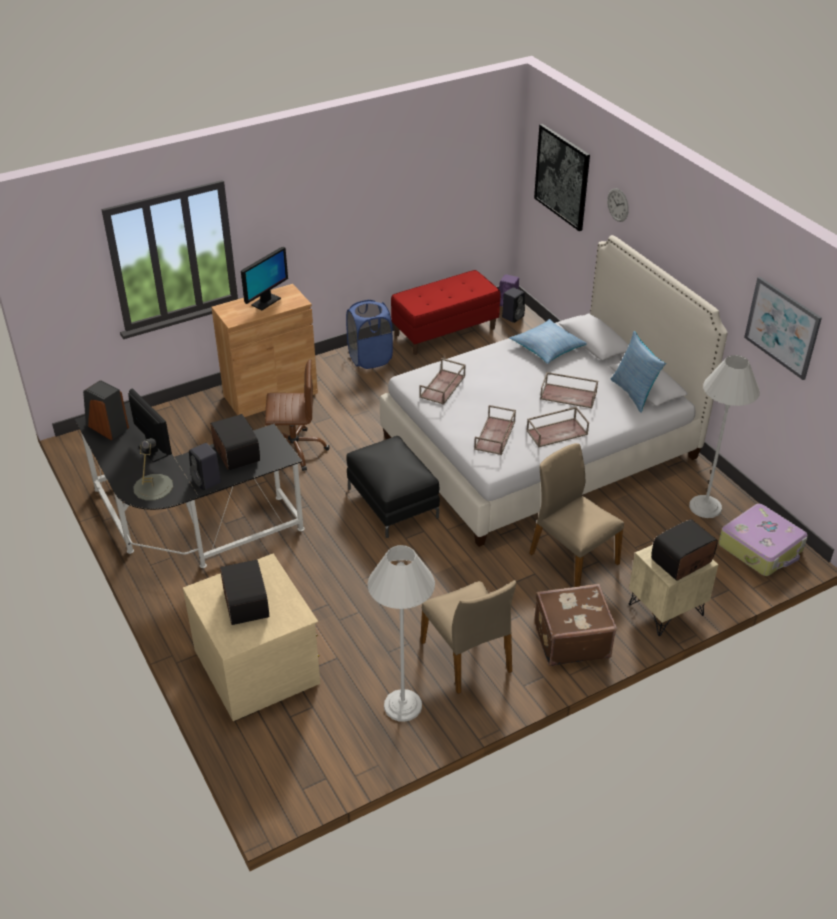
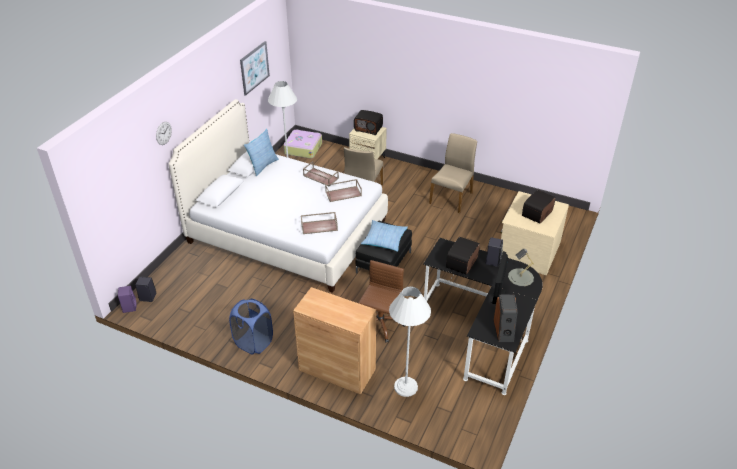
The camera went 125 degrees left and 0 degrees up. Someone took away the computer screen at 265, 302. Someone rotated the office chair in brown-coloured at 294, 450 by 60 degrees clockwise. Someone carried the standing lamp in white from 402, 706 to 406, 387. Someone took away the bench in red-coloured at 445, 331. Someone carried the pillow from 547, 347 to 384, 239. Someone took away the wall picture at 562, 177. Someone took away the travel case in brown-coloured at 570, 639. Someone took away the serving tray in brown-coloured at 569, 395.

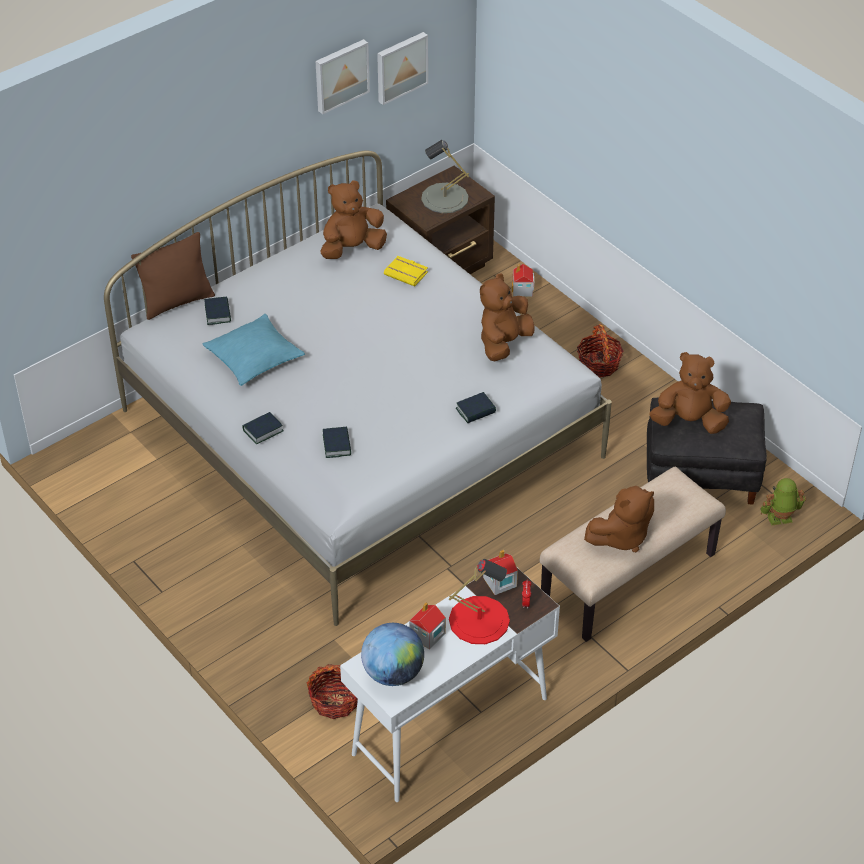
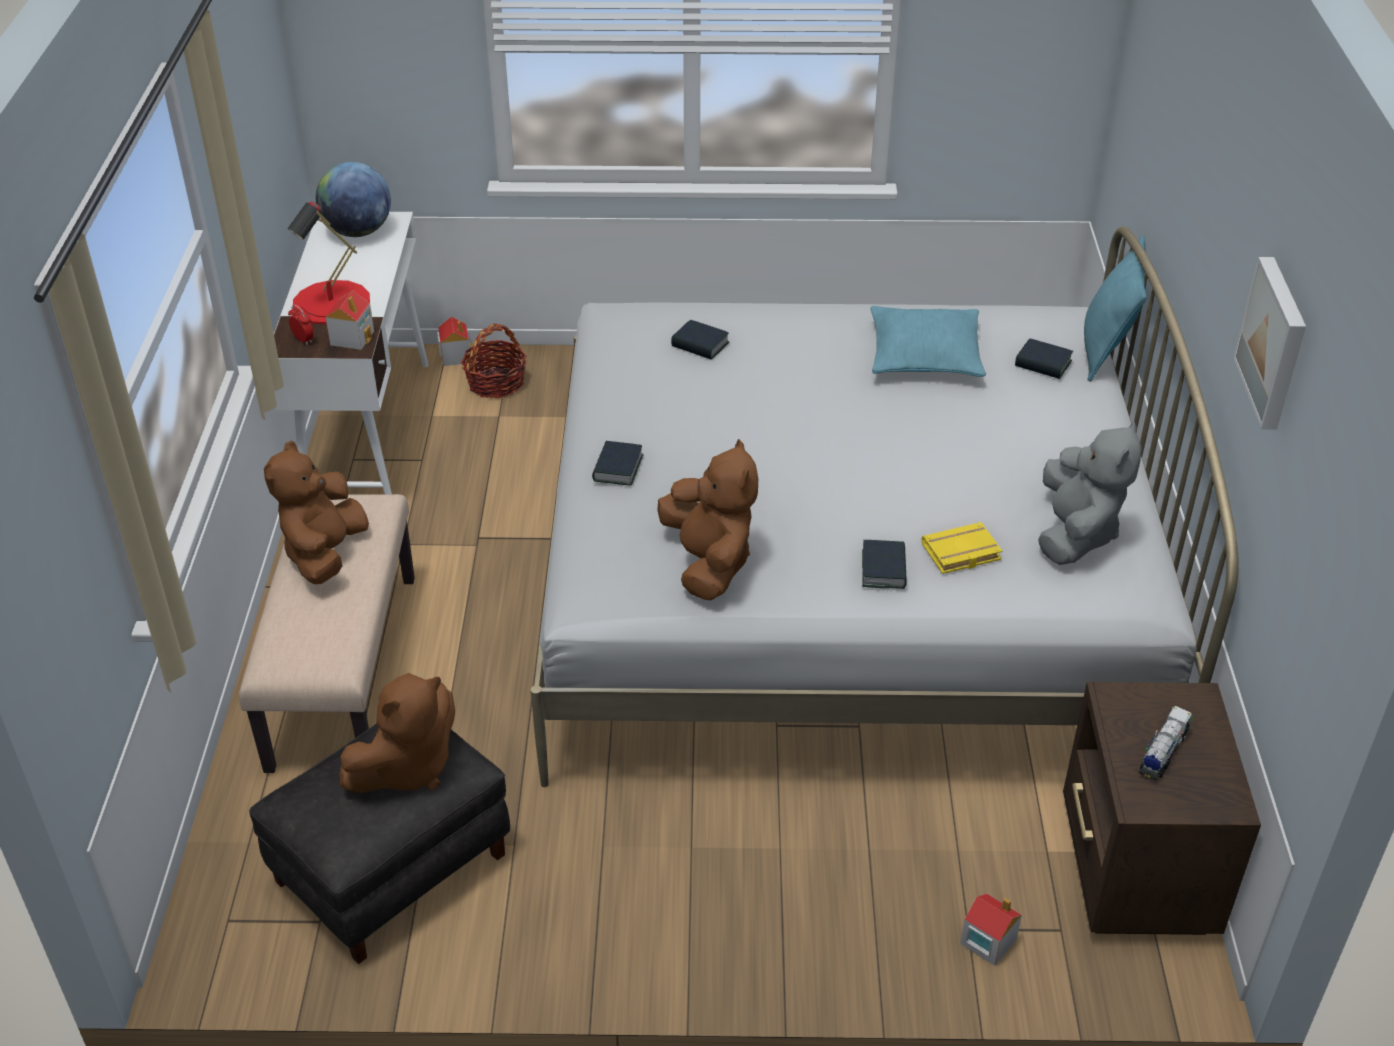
The camera went 130 degrees right and 5 degrees down. Someone repainted the pillow in brown-coloured at 177, 302, which became the pillow in turquoise-coloured at 1105, 351. Someone carried the book from 263, 430 to 884, 569. Someone repainted the soft toy in brown-coloured at 352, 248, which became the soft toy in greyish at 1076, 533. Someone took away the wall picture at 400, 66. Someone carried the miniature house from 427, 635 to 456, 356. Someone swapped the table lamp in greyish at 444, 198 for the toy truck at 1162, 753. Someone took away the storage basket at 599, 364. Someone took away the model robot at 780, 519.

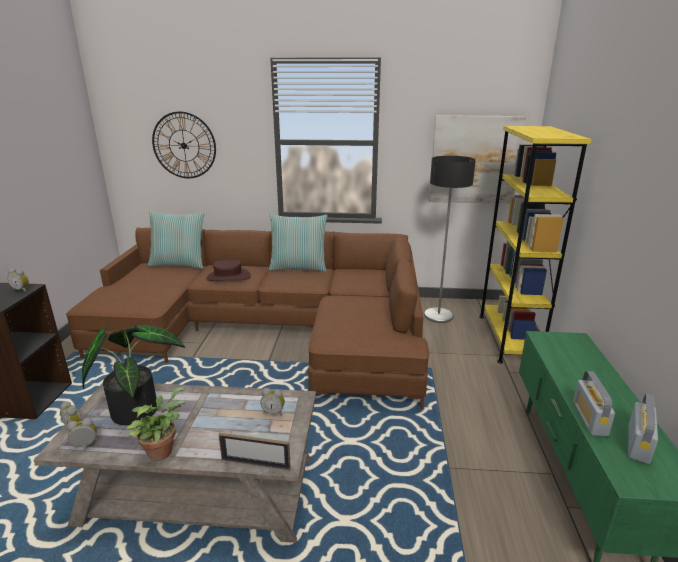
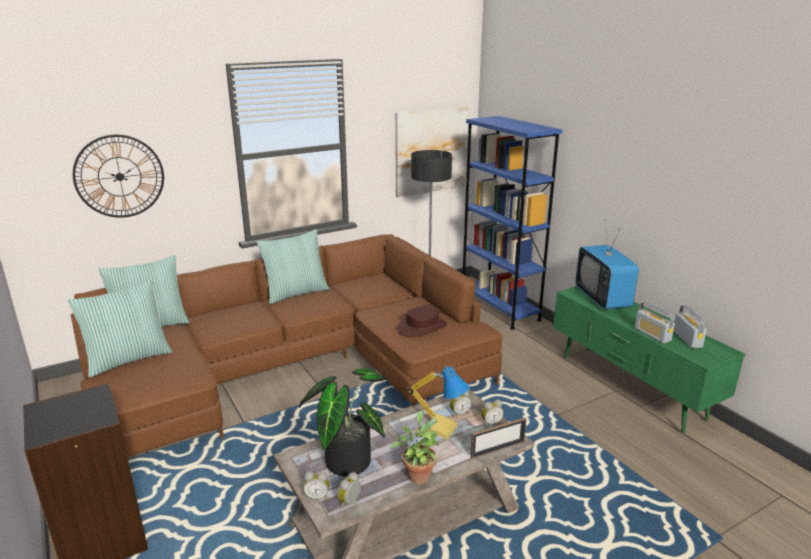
The camera went 35 degrees left and 0 degrees up. Someone carried the bedside clock from 22, 290 to 490, 423. Someone carried the hat in brown-coloured from 228, 277 to 422, 327. Someone repainted the bookcase in yellow-coloured at 508, 338, which became the bookcase in blue at 499, 308. Someone put down the pillow at 128, 359. Someone put down the table lamp at 442, 428. Someone put down the TV set at 602, 299.

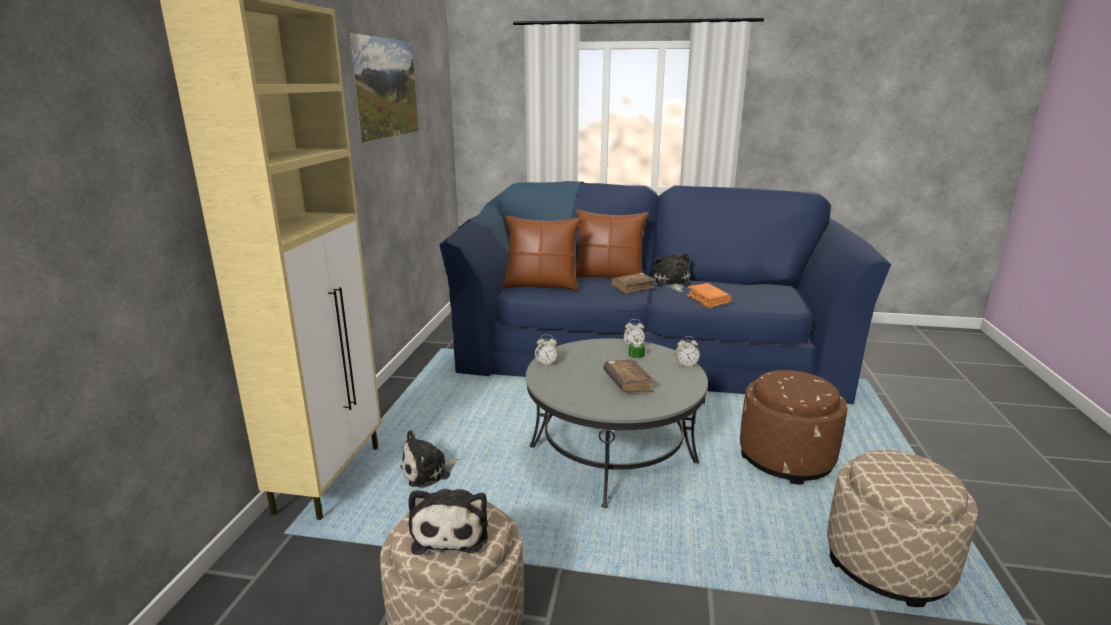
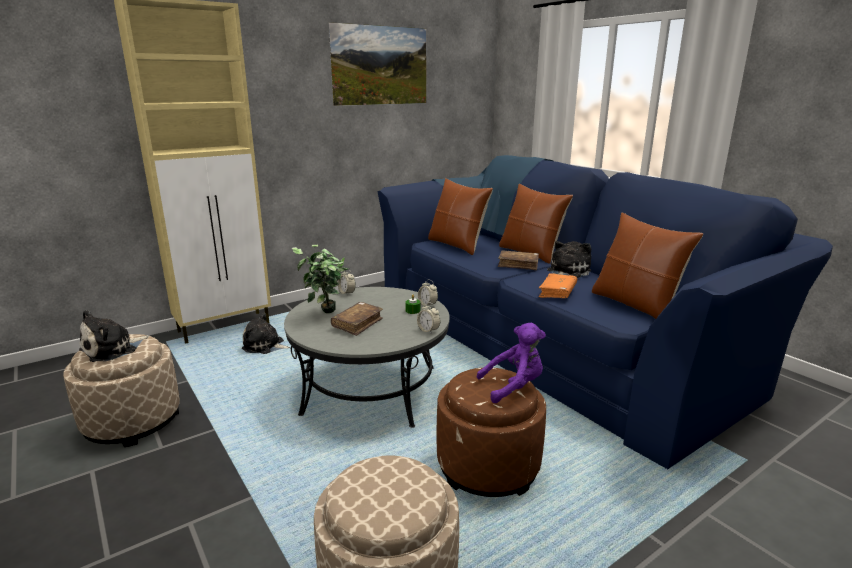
The camera went 45 degrees right and 0 degrees up. Someone put down the plant in a pot at 325, 315. Someone put down the soft toy in purplish at 514, 387. Someone put down the pillow in brown-coloured at 635, 305.

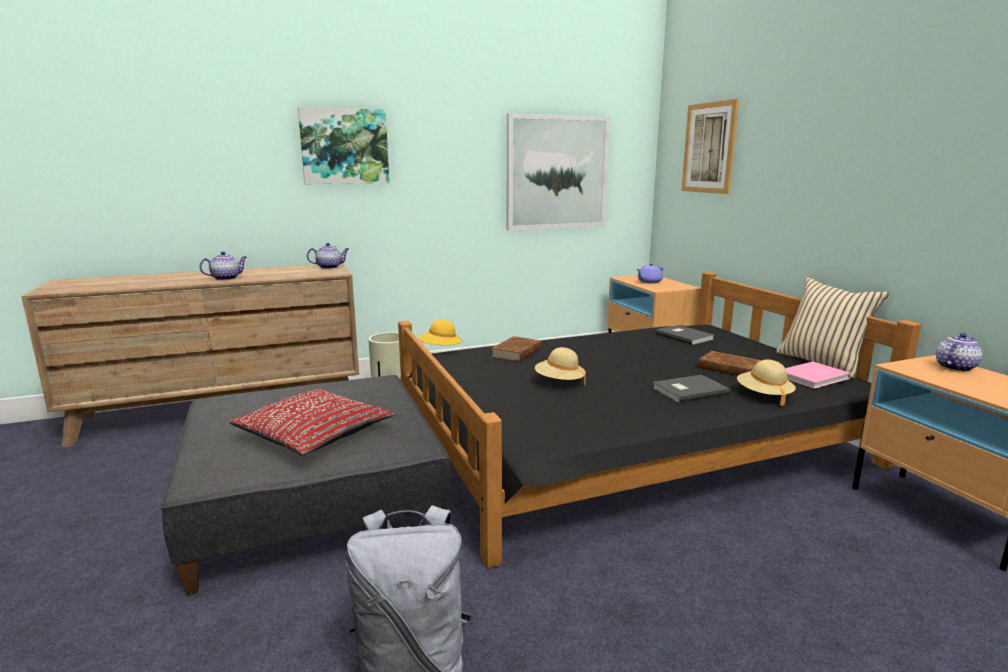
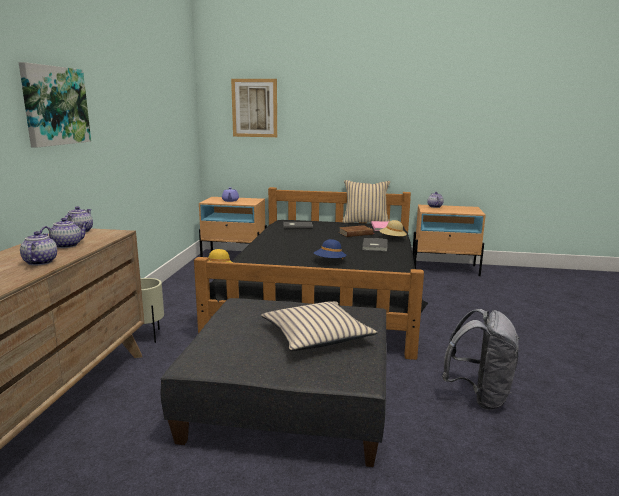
The camera went 60 degrees left and 0 degrees up. Someone repainted the pillow in red-coloured at 314, 434, which became the pillow in sand-coloured at 316, 335. Someone took away the book in brown-coloured at 517, 352. Someone took away the wall picture at 557, 173. Someone repainted the hat in sand-coloured at 559, 382, which became the hat in blue at 330, 262. Someone put down the pot for tea at 67, 245.

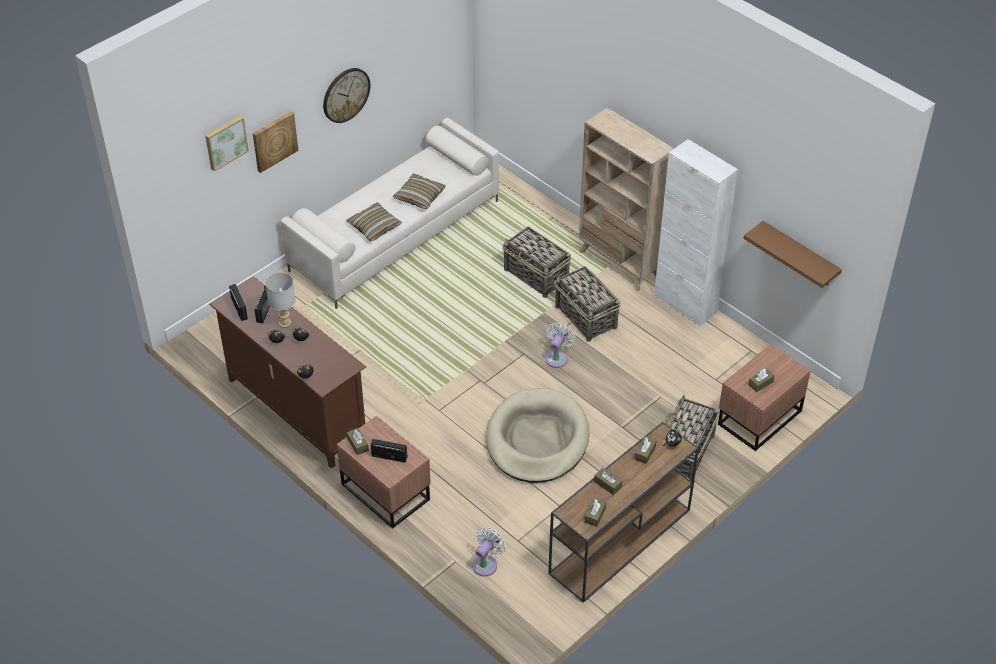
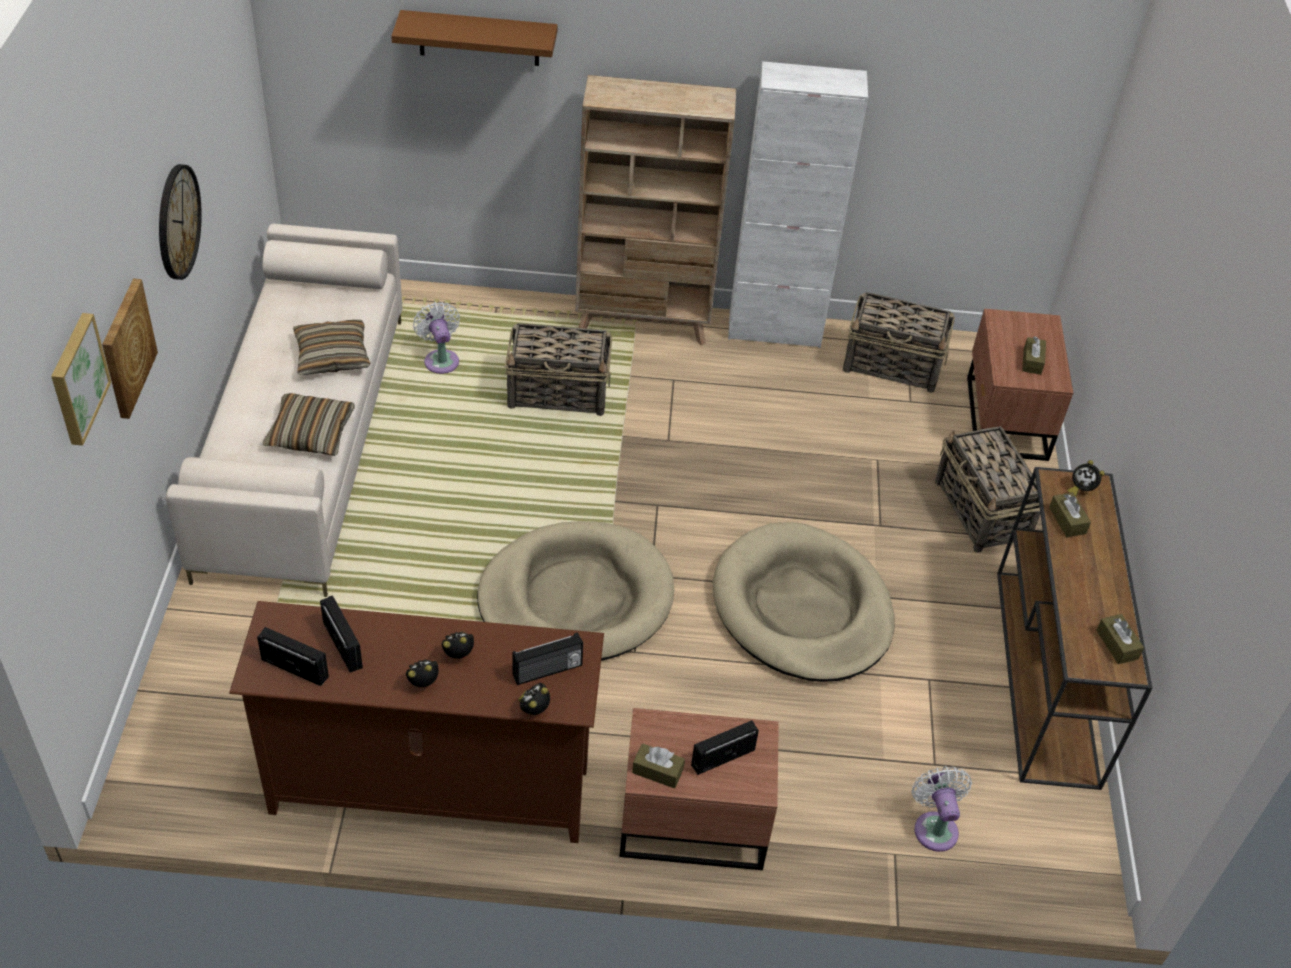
The camera went 45 degrees left and 0 degrees up. Someone took away the table lamp in greyish at 285, 323. Someone carried the electric fan in white from 557, 357 to 440, 359. Someone carried the storage basket from 586, 317 to 893, 365. Someone took away the tissue box in brown-coloured at 607, 484. Someone carried the bracket shelf in brown-coloured from 799, 255 to 479, 38. Someone put down the pet bed in sand-coloured at 575, 598. Someone put down the radio at 547, 671.

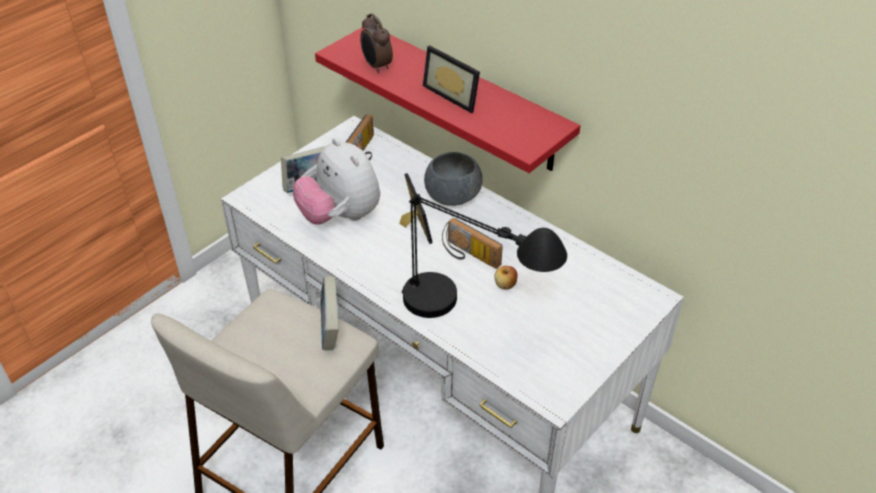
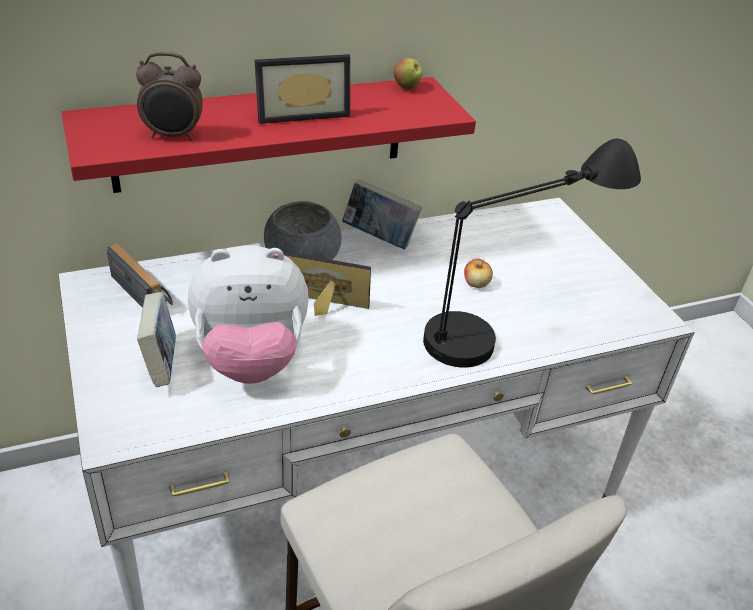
The camera went 65 degrees left and 5 degrees down. Someone carried the book from 330, 330 to 379, 238. Someone took away the radio at 468, 255. Someone put down the whole apple at 406, 87.

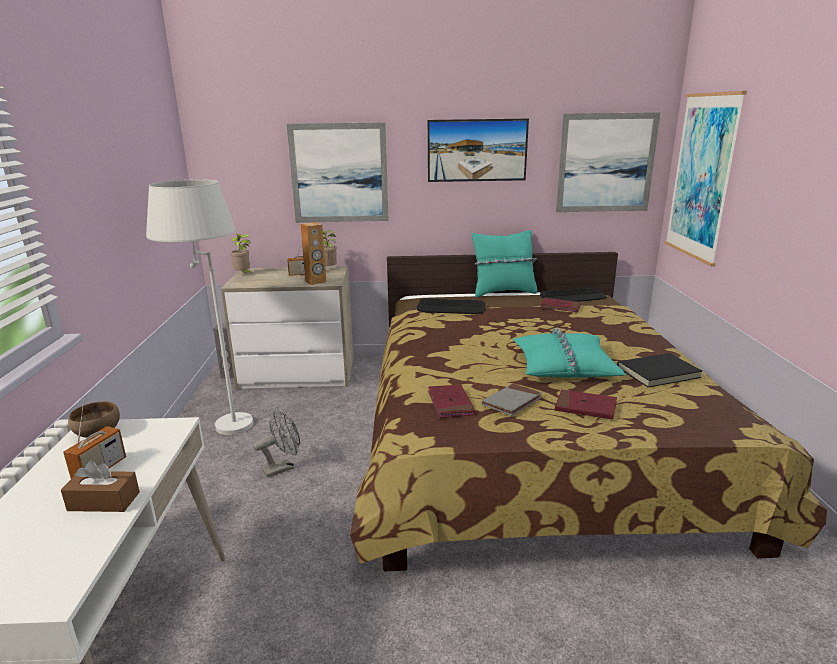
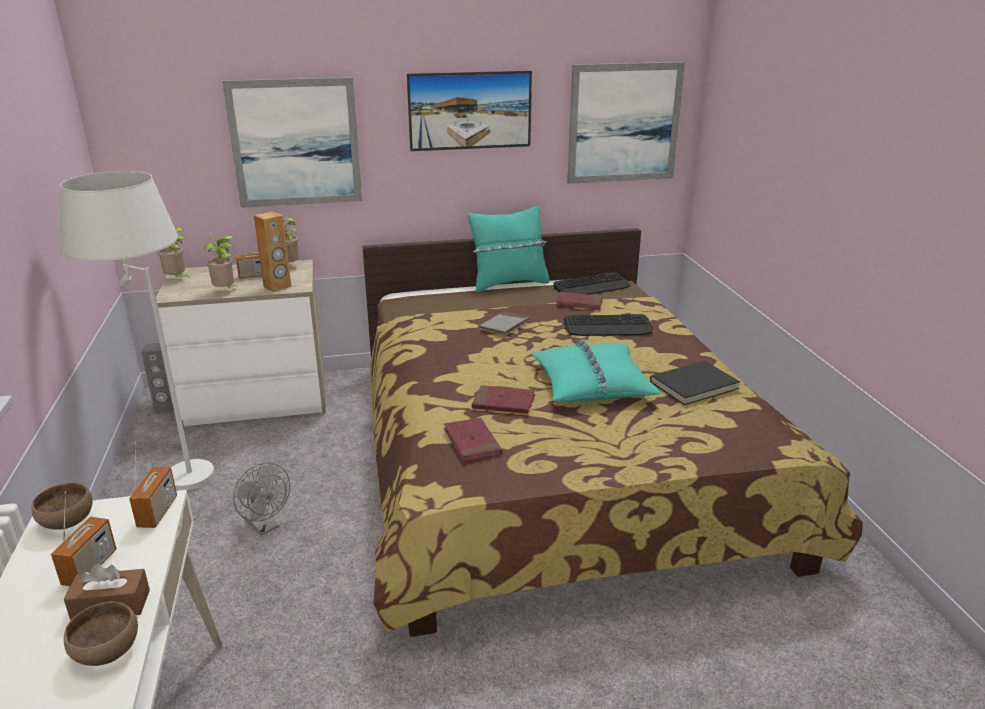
The camera went 10 degrees left and 5 degrees up. Someone rotated the electric fan in greyish at 282, 467 by 90 degrees clockwise. Someone carried the keyboard from 451, 308 to 608, 327. Someone carried the book in greyish from 512, 402 to 504, 326. Someone carried the book in red-coloured from 585, 407 to 503, 403. Someone took away the wall picture at 702, 177. Someone put down the deep dish in brown-coloured at 105, 651. Someone put down the radio at 157, 512. Someone put down the plant in a pot at 226, 291.

